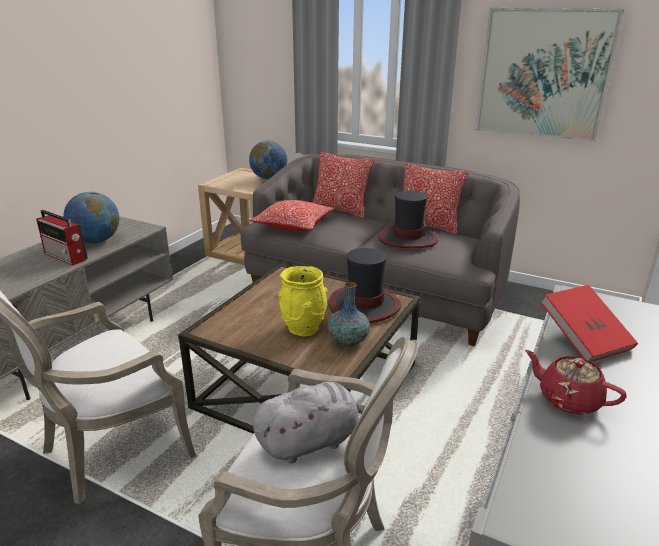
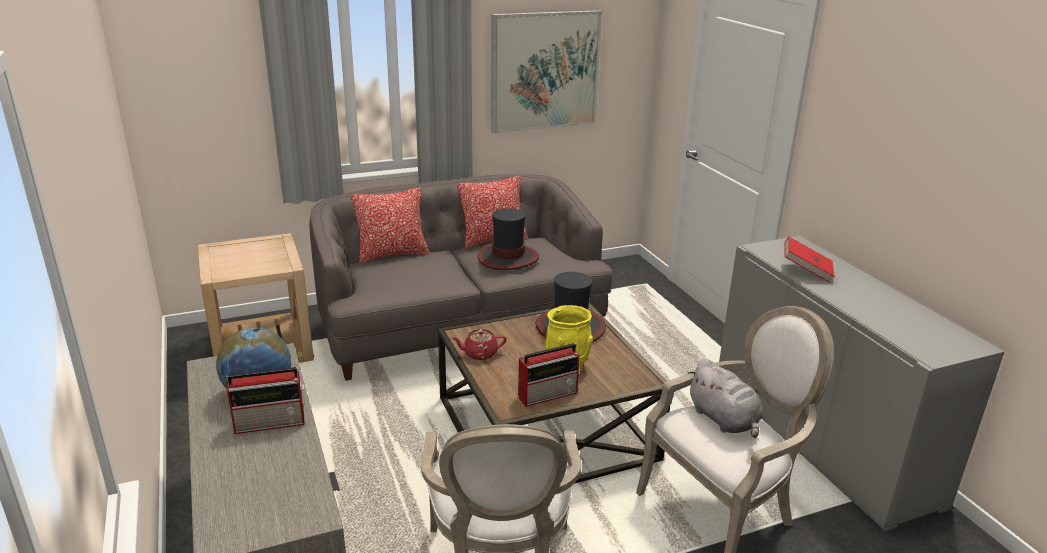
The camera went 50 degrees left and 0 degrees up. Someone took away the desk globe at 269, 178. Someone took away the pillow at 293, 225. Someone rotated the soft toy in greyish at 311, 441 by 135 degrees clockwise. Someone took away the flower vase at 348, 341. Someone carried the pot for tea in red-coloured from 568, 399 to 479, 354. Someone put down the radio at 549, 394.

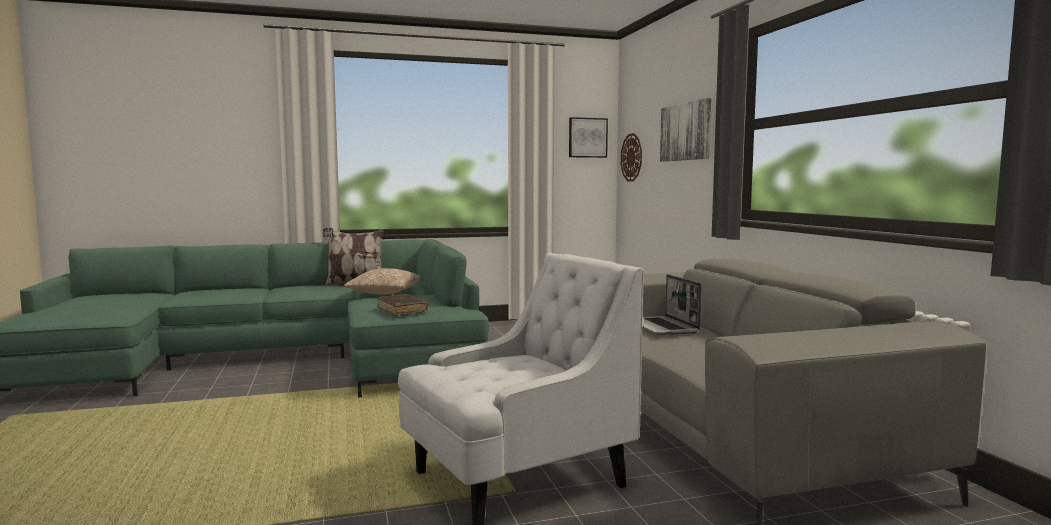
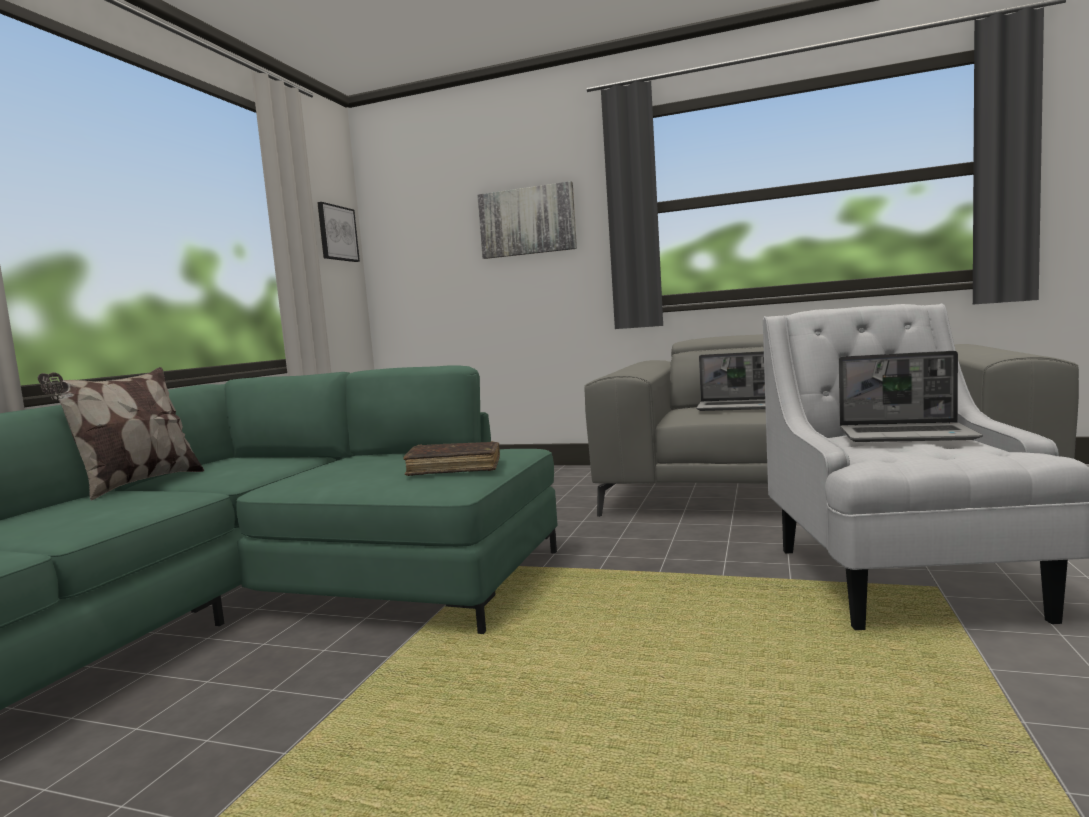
The camera went 55 degrees left and 0 degrees up. Someone took away the pillow at 384, 293. Someone took away the clock on the wall at 631, 157. Someone put down the portable computer at 907, 435.

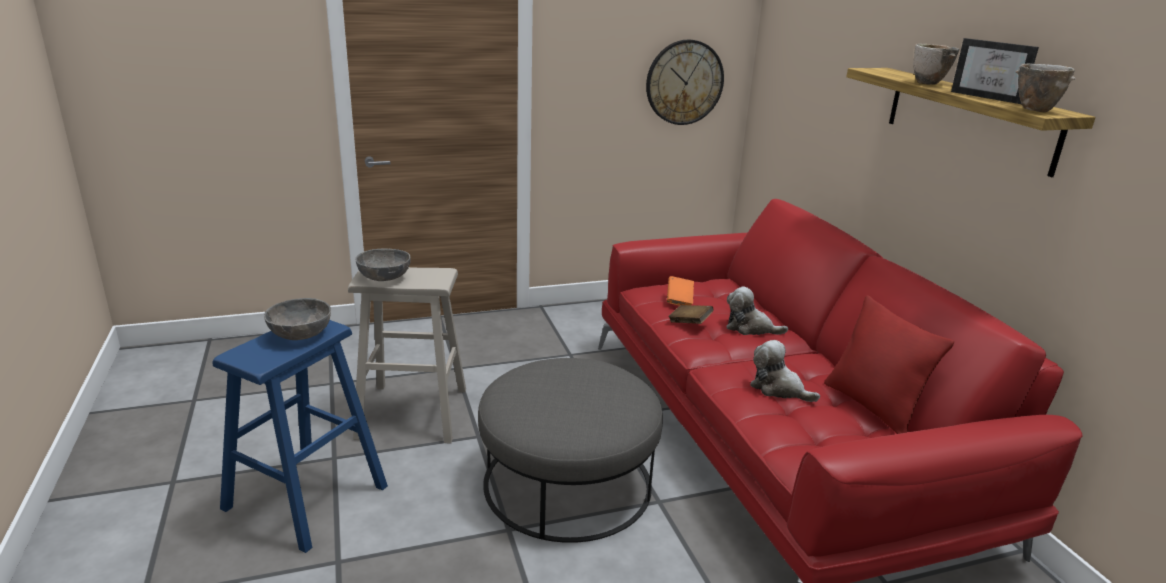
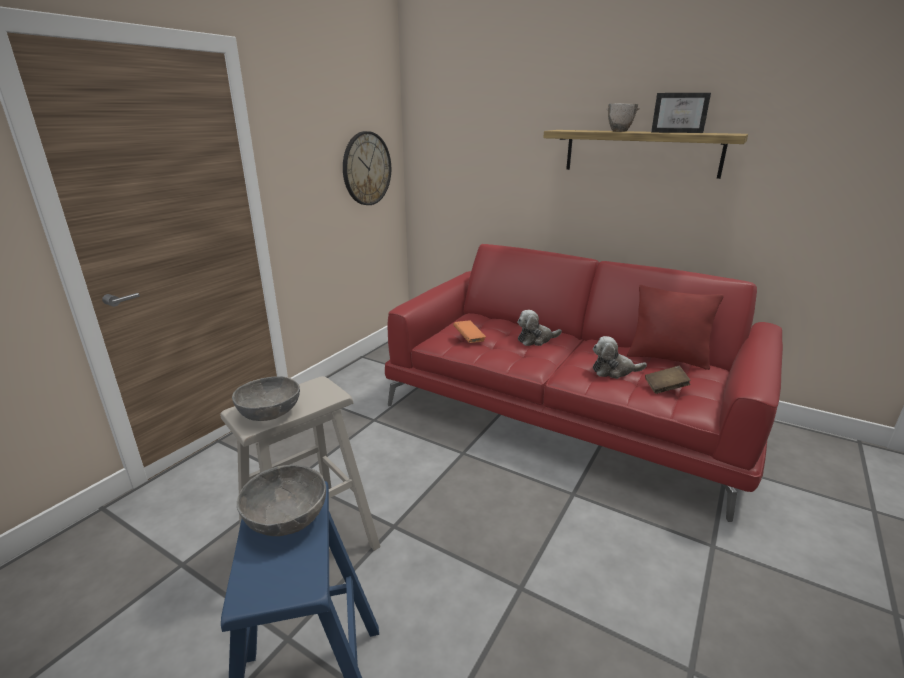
The camera went 40 degrees left and 0 degrees up. Someone took away the ottoman in greyish at 568, 482. Someone carried the book in brown-coloured from 689, 323 to 665, 388. Someone took away the deep dish at 1033, 110.

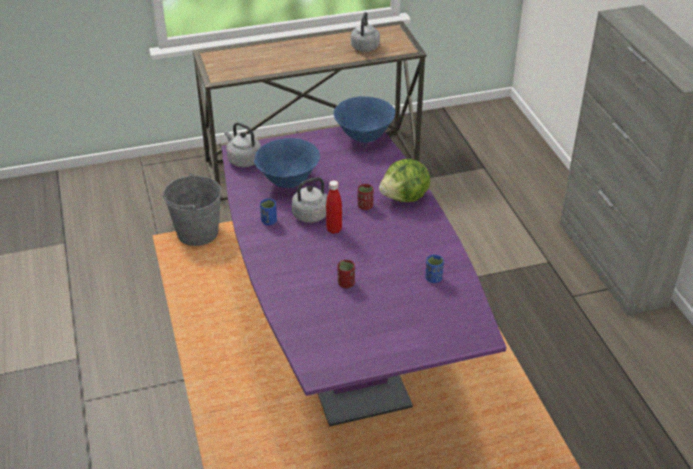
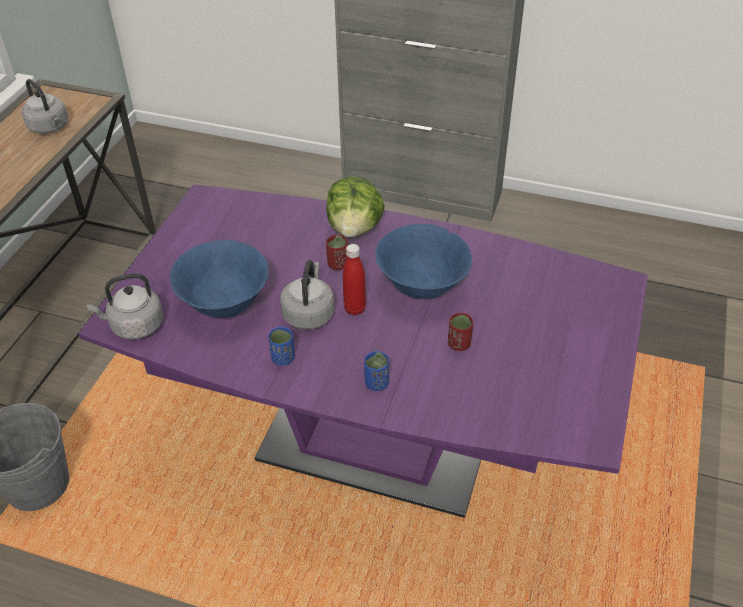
The camera went 55 degrees left and 5 degrees up. Someone carried the deep dish in blue from 364, 137 to 421, 287. Someone carried the drinking cup in blue from 433, 278 to 376, 383.

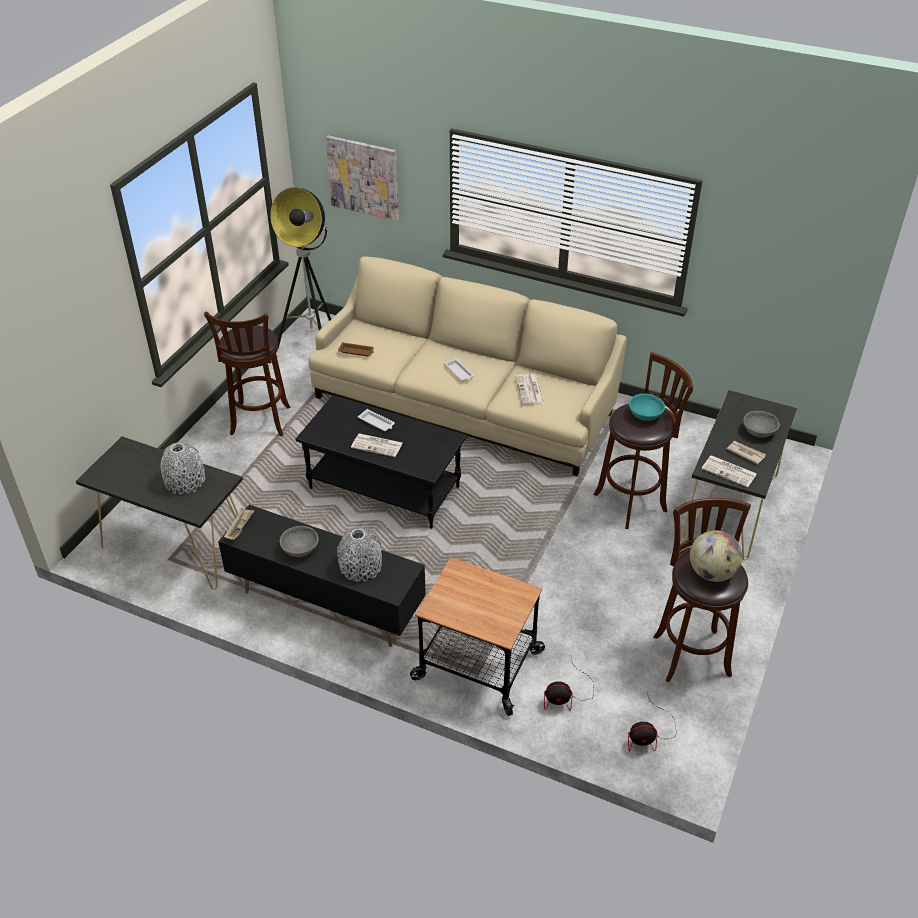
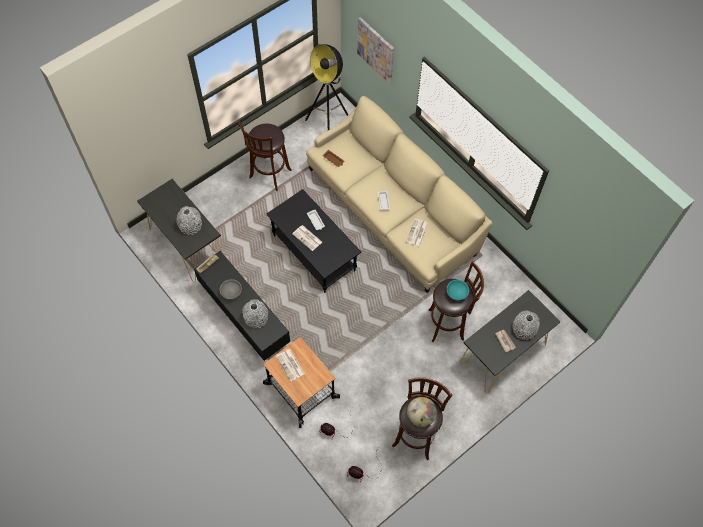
The camera went 25 degrees right and 20 degrees up. Someone carried the daily paper from 730, 471 to 290, 365. Someone swapped the deep dish in greyish at 759, 431 for the flower vase in greyish at 524, 329.

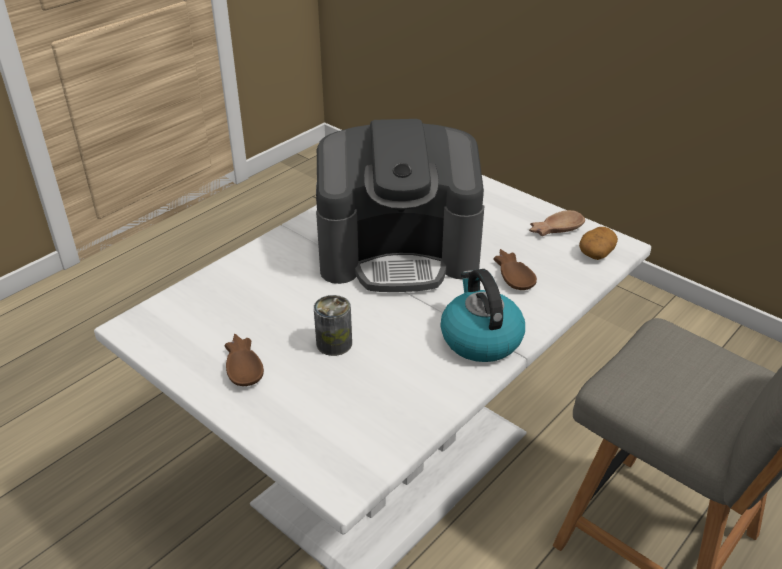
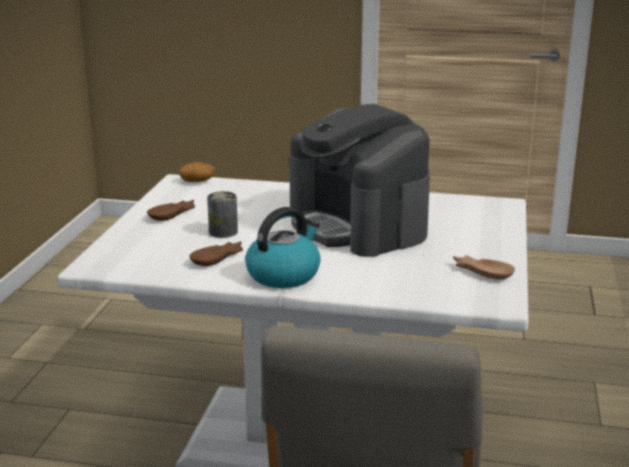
The camera went 60 degrees right and 15 degrees down. Someone carried the deep dish in brown-coloured from 514, 275 to 219, 259. Someone carried the whole potato from 596, 252 to 198, 181.

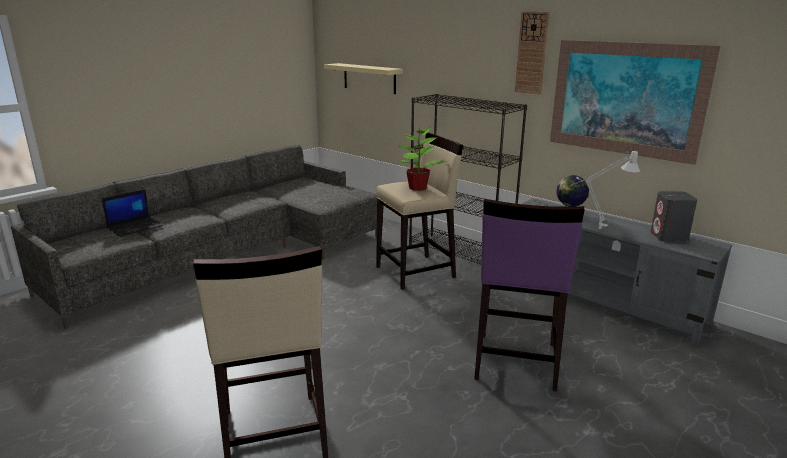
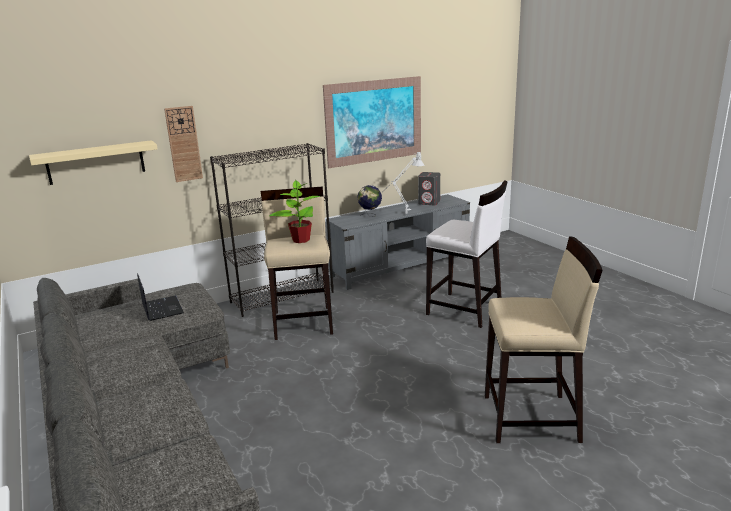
The camera went 70 degrees left and 0 degrees up. Someone carried the portable computer from 135, 227 to 161, 308. Someone repainted the stool in purplish at 515, 361, which became the stool in white at 464, 310. Someone carried the clock on the wall from 532, 53 to 183, 144.

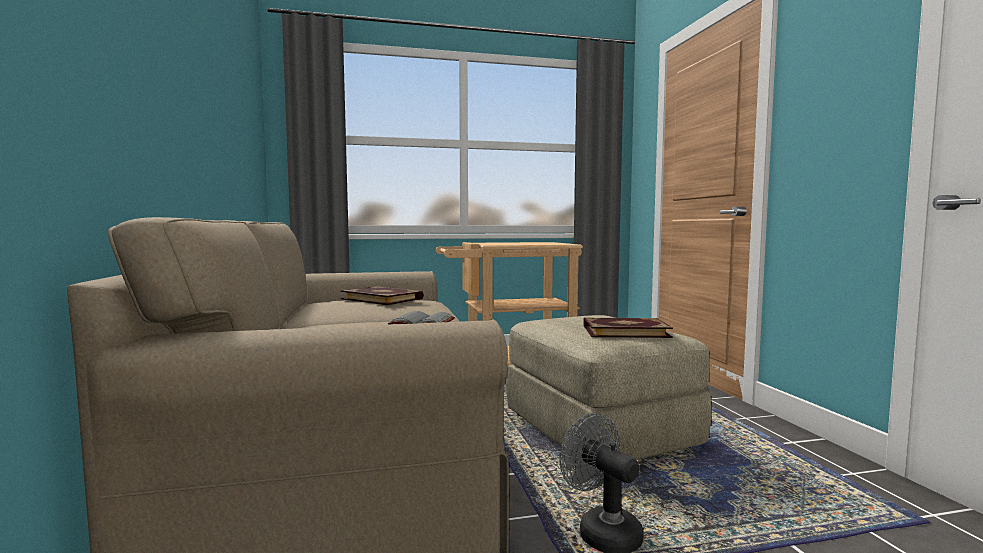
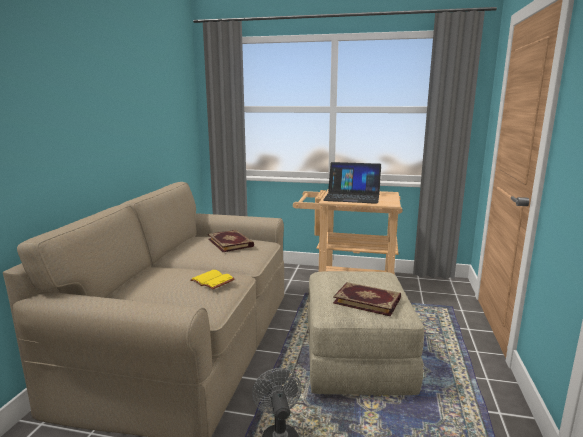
The camera went 25 degrees right and 10 degrees up. Someone repainted the book in greyish at 424, 322, which became the book in yellow-coloured at 213, 280. Someone put down the portable computer at 352, 196.

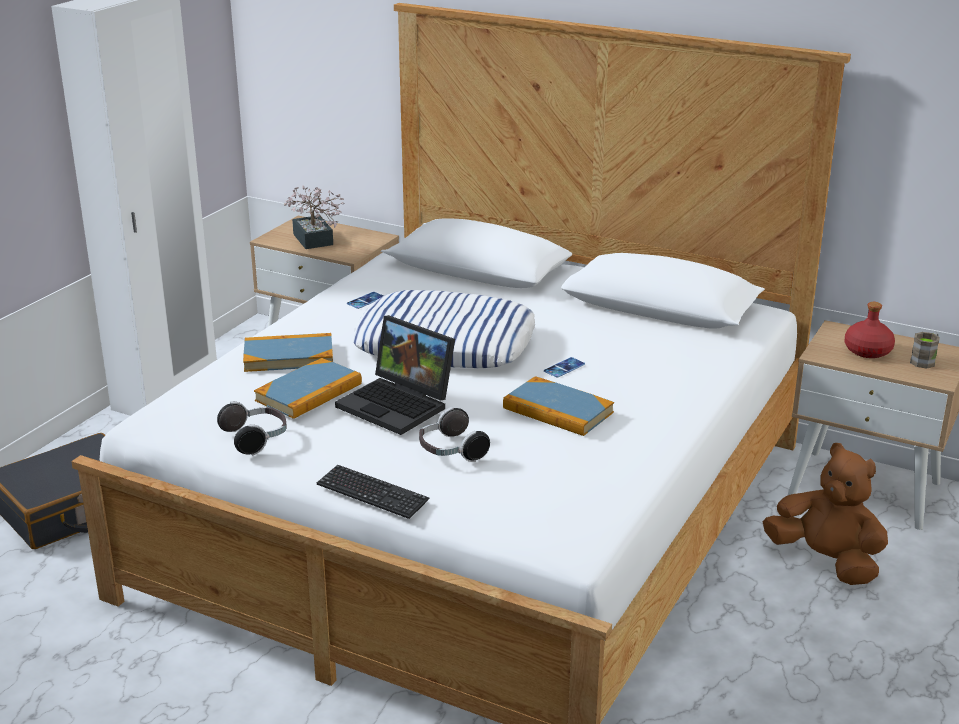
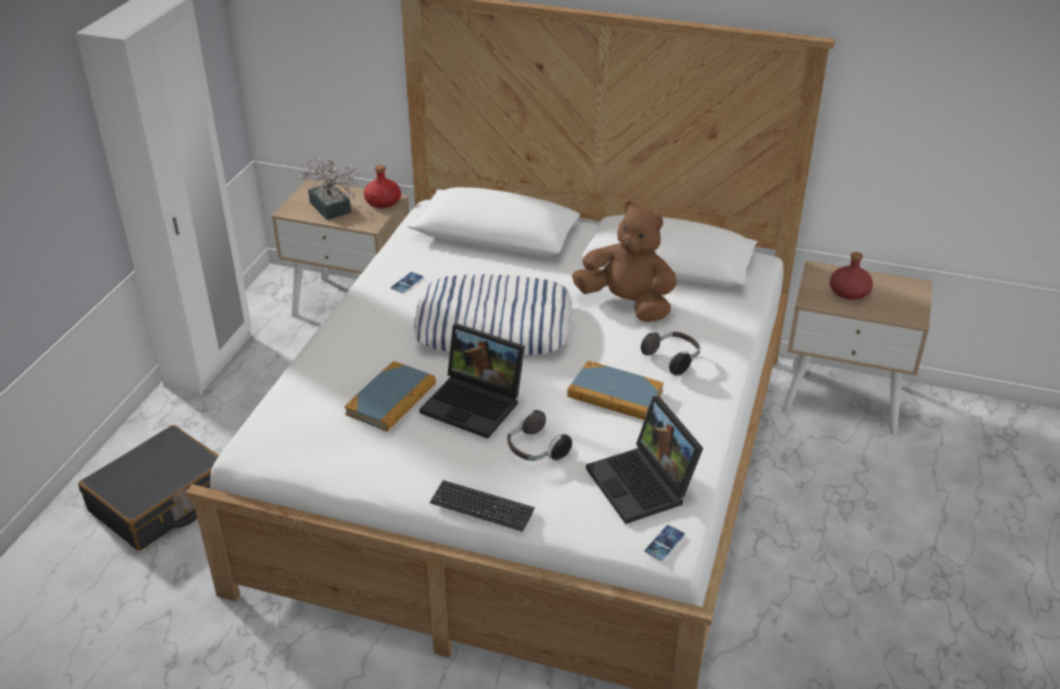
The camera went 10 degrees left and 10 degrees up. Someone carried the pair of headphones from 256, 439 to 672, 359. Someone took away the book at 288, 356. Someone carried the phone from 564, 368 to 664, 543. Someone carried the soft toy in brown-coloured from 825, 561 to 627, 304. Someone took away the tea mug in brown-coloured at 925, 360. Someone put down the beverage bottle in red-coloured at 383, 201. Someone put down the portable computer at 644, 485.

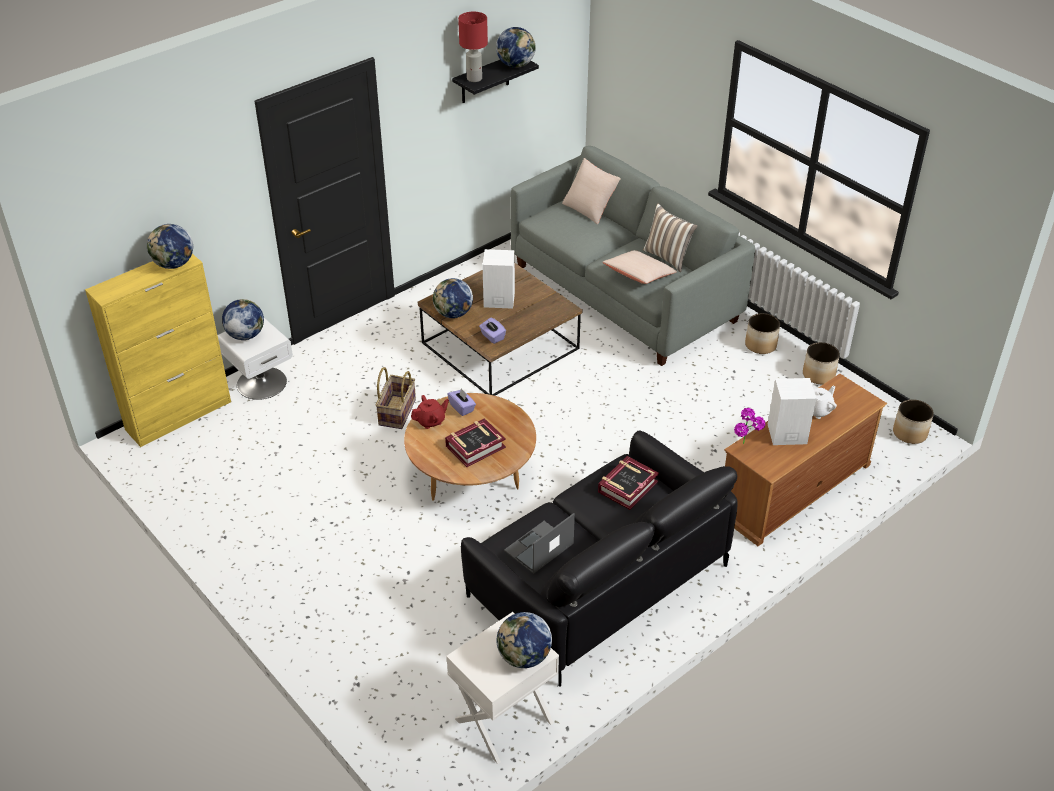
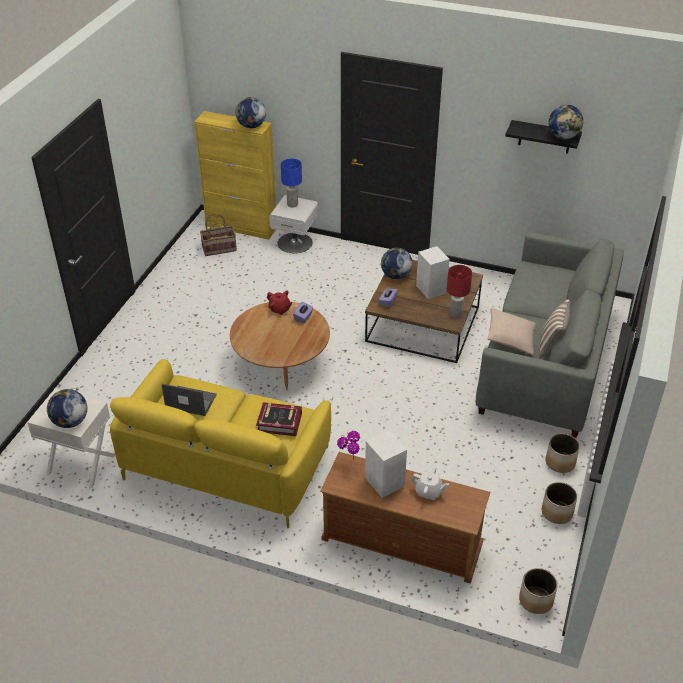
The camera went 60 degrees right and 0 degrees up. Someone swapped the desk globe at 245, 335 for the table lamp in blue at 292, 204. Someone carried the storage basket from 396, 412 to 219, 248. Someone took away the book at 475, 446. Someone carried the table lamp in red-coloured from 474, 78 to 456, 314. Someone repainted the couch in blackish at 597, 581, which became the couch in yellow-coloured at 227, 463. Someone took away the pillow in sand-coloured at 590, 208.

